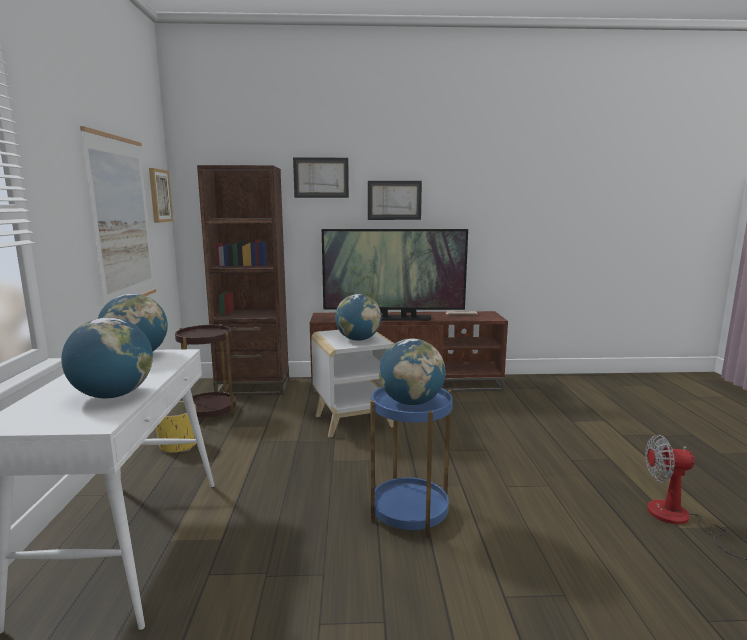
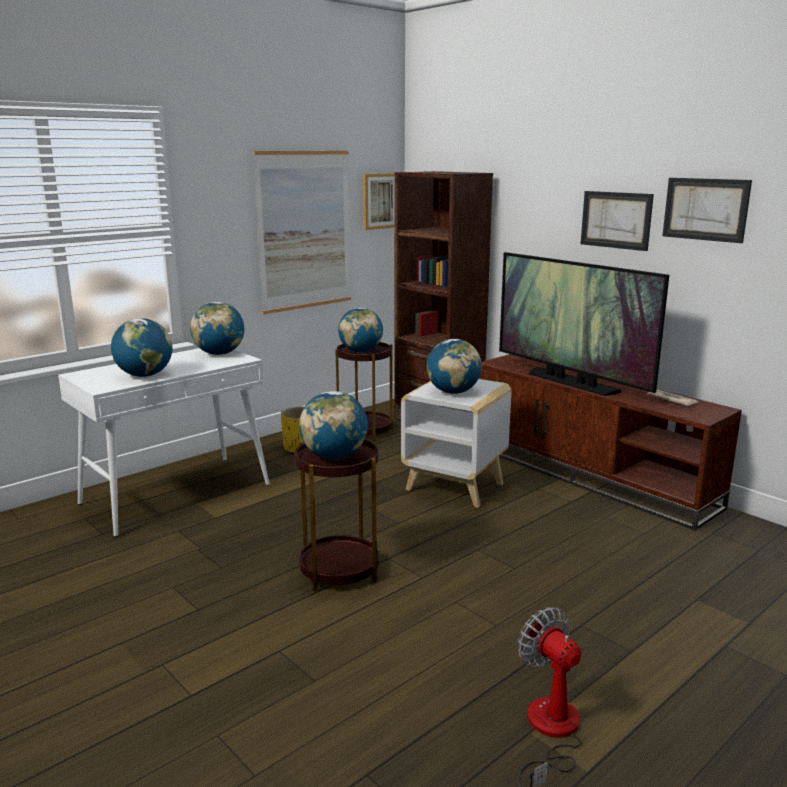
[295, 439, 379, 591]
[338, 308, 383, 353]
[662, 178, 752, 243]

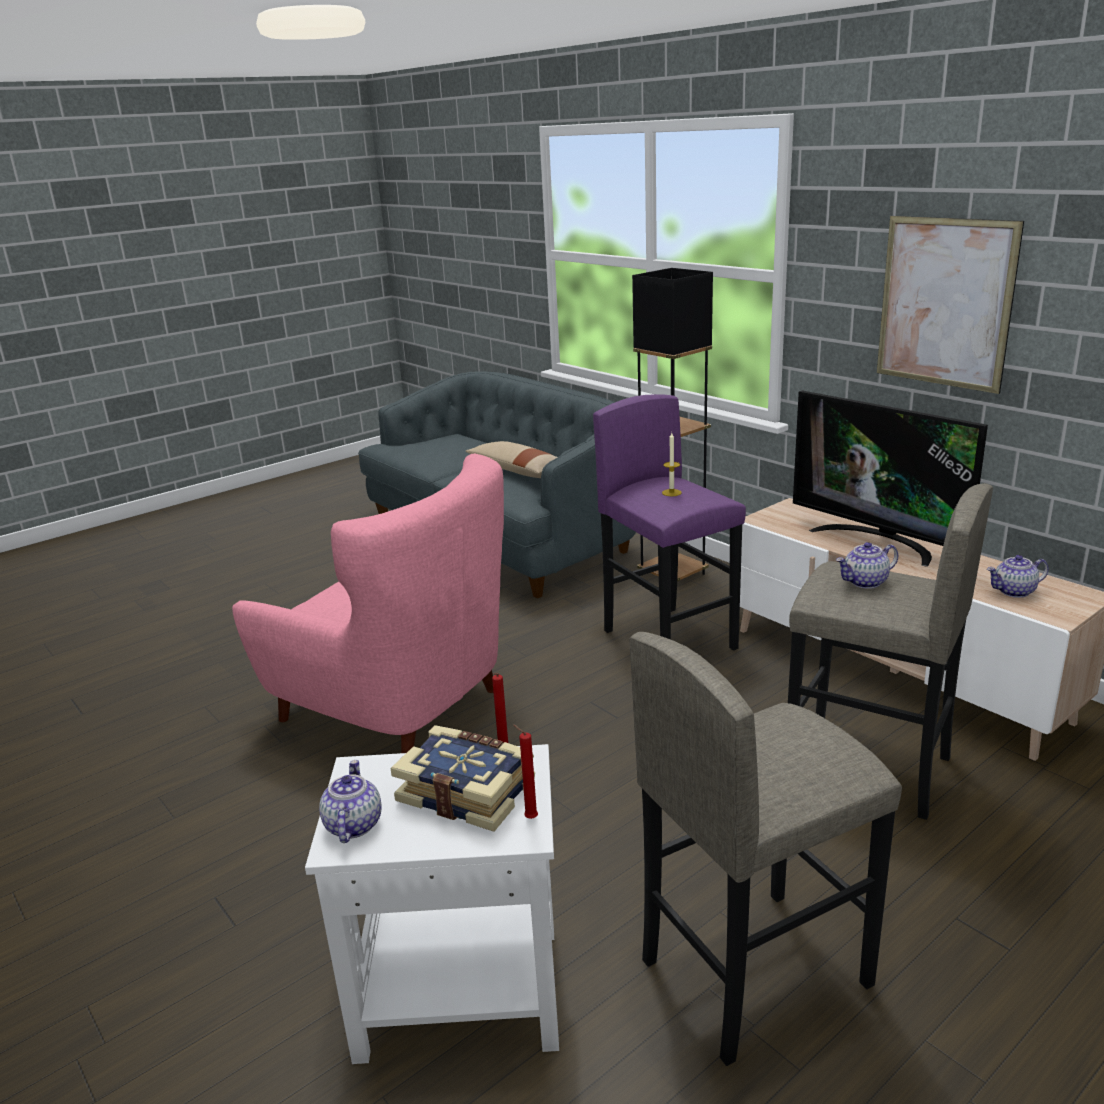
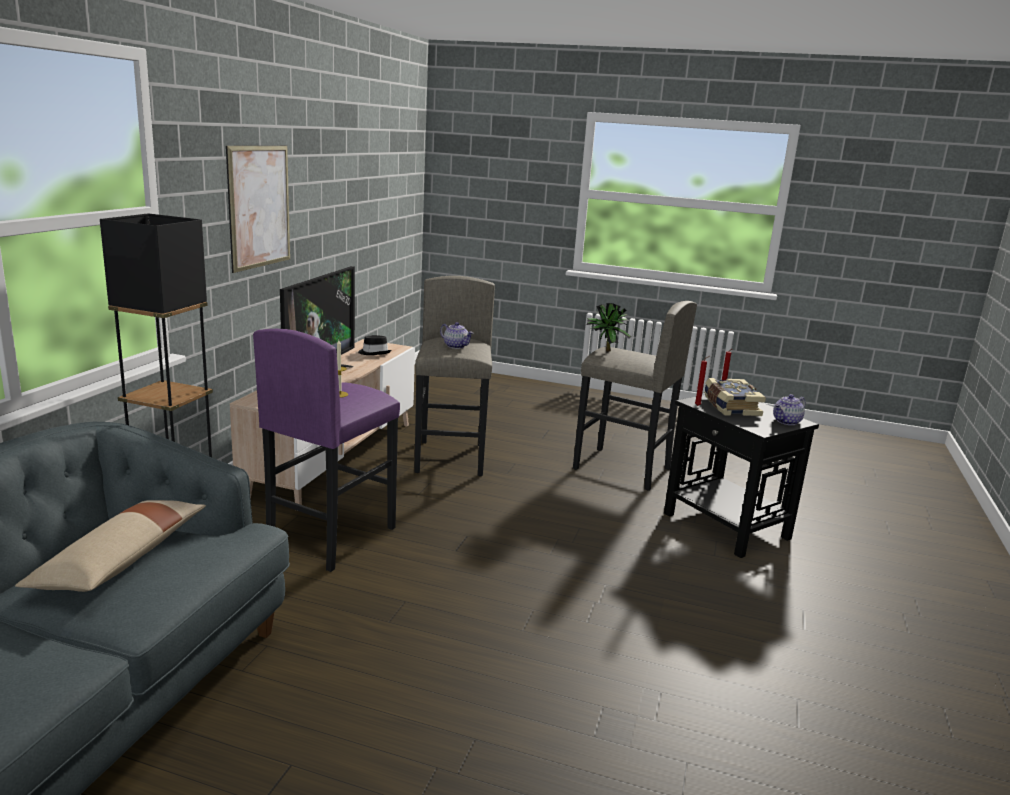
[358, 335, 391, 355]
[586, 303, 631, 352]
[664, 395, 819, 558]
[232, 453, 504, 753] (first image)

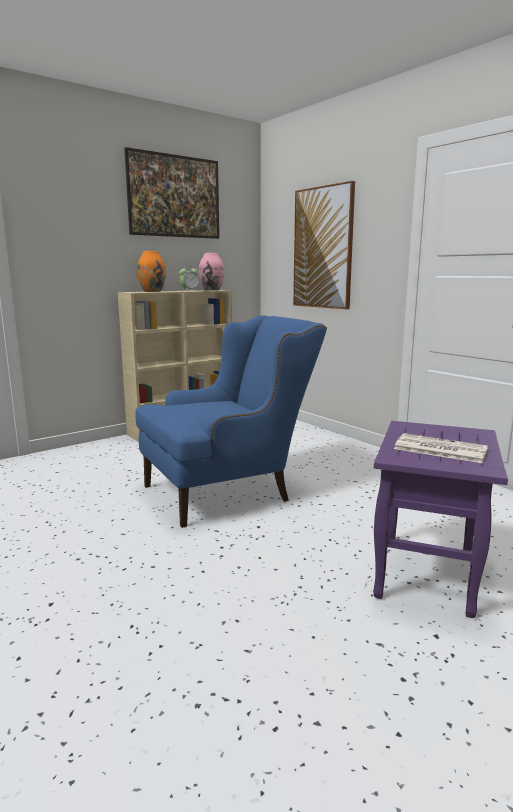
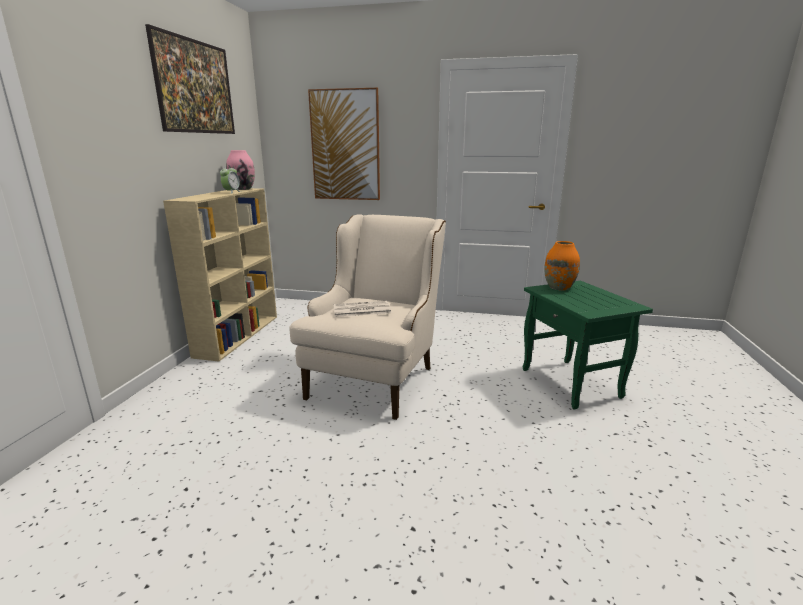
[289, 214, 446, 420]
[334, 301, 391, 317]
[523, 281, 653, 409]
[544, 241, 580, 291]

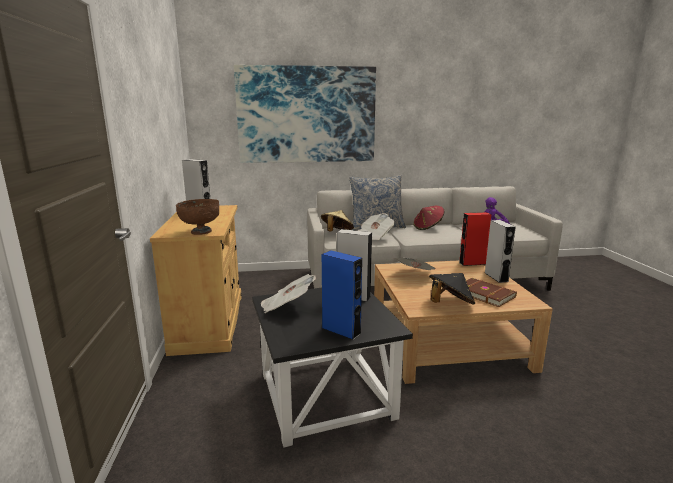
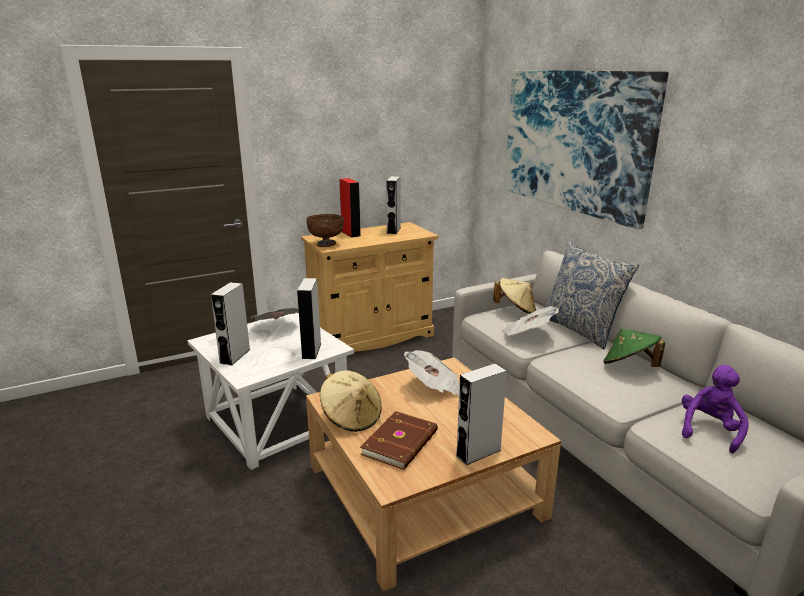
[187, 313, 354, 470]
[211, 282, 250, 366]
[320, 370, 382, 432]
[340, 178, 361, 238]
[603, 328, 665, 367]

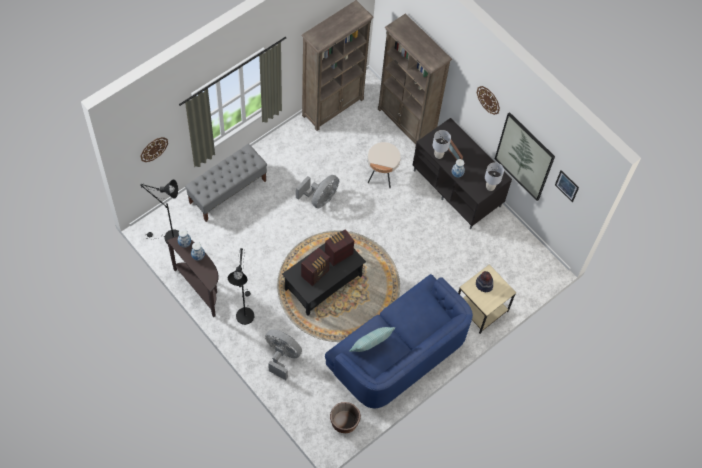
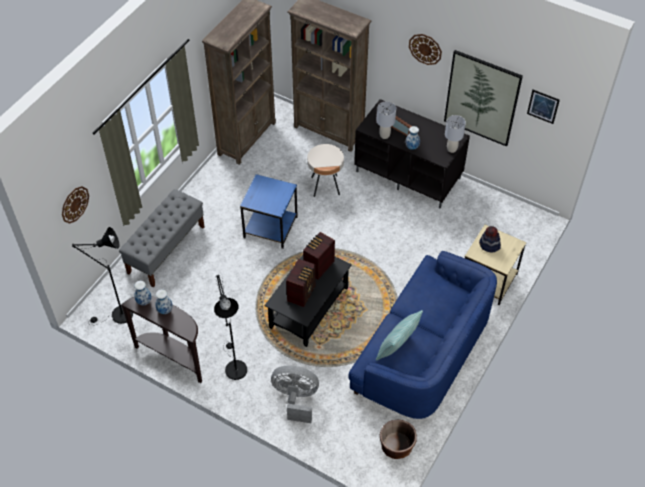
[240, 174, 298, 249]

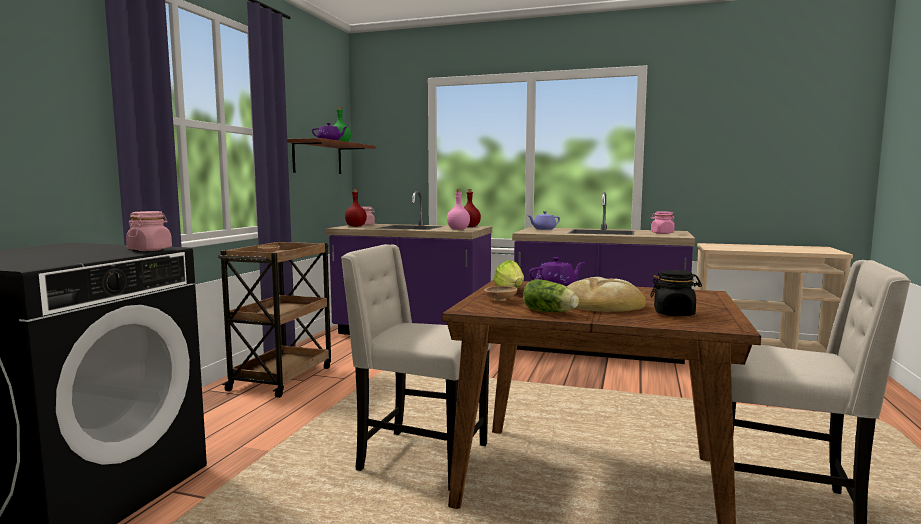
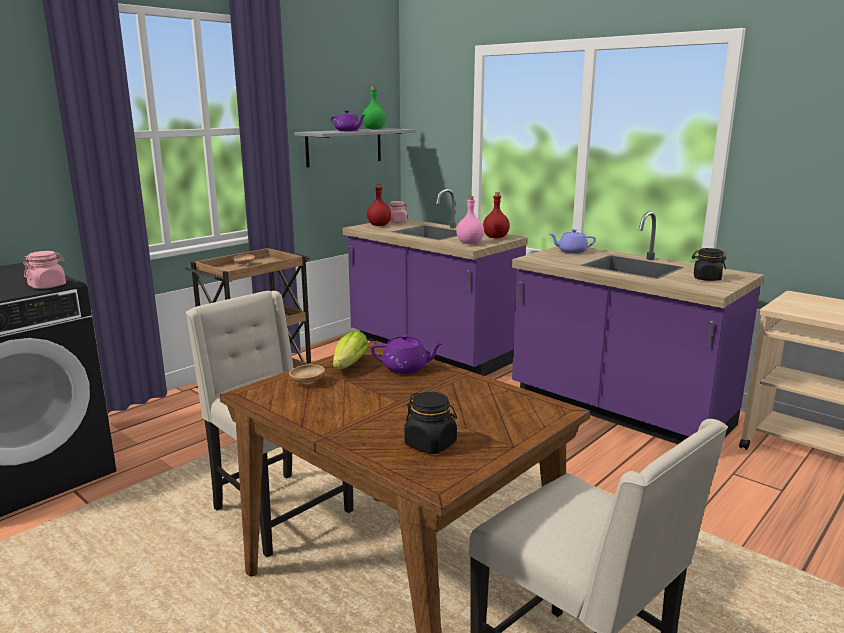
[294, 128, 416, 167]
[692, 248, 727, 281]
[523, 279, 579, 312] (first image)
[567, 277, 646, 312] (first image)

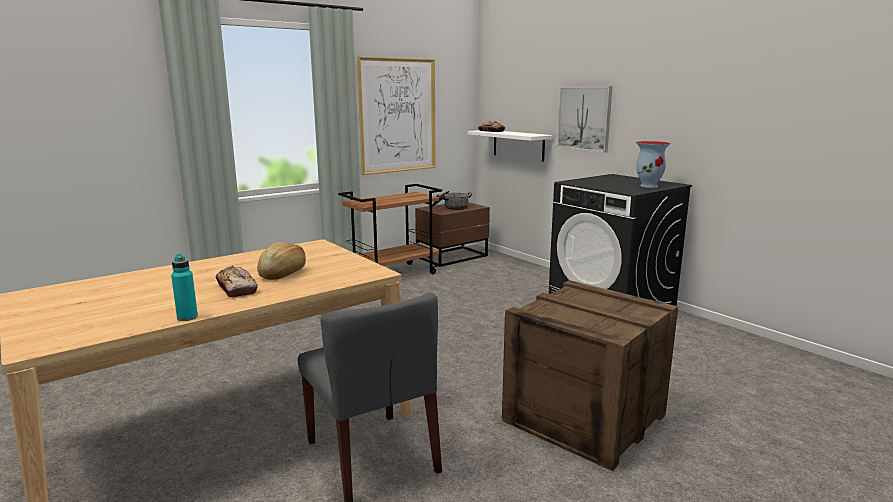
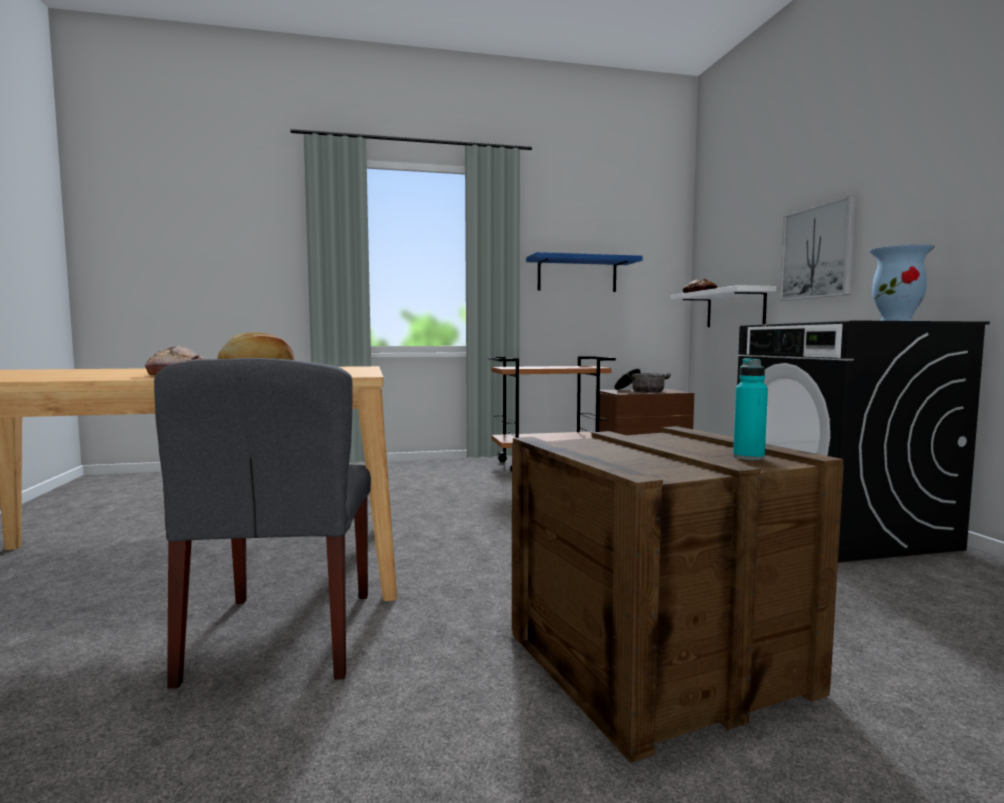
[526, 252, 642, 292]
[733, 358, 768, 460]

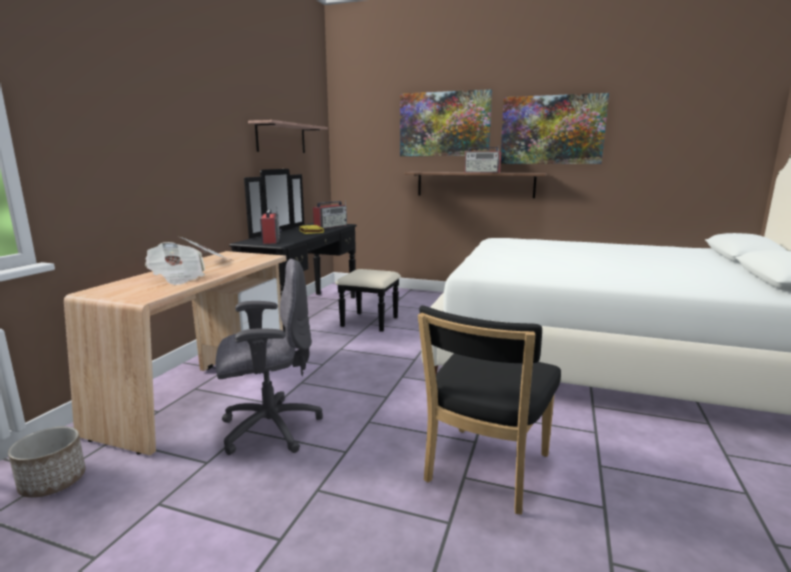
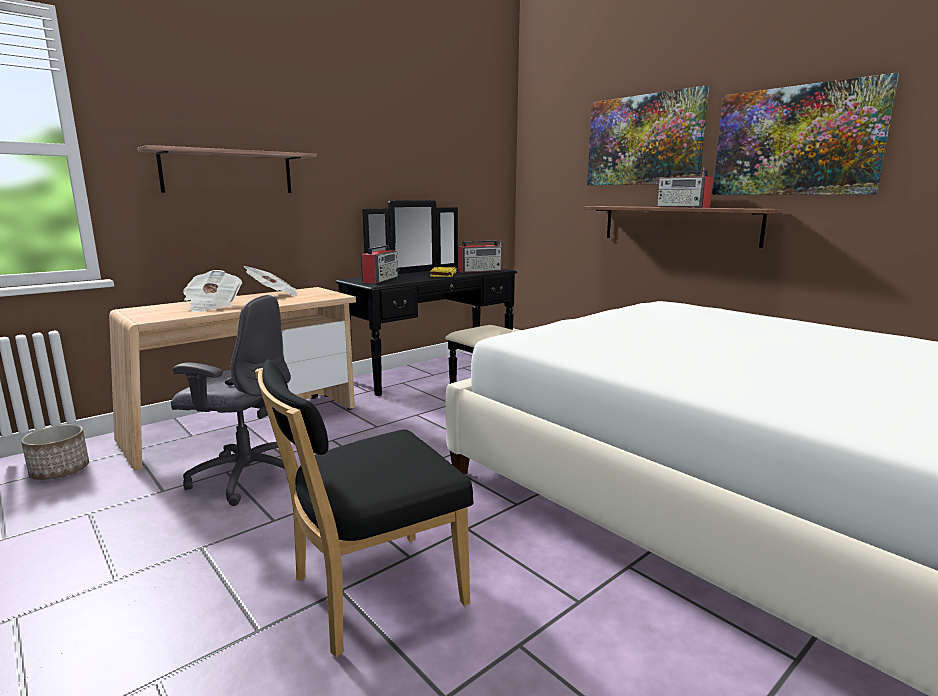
[137, 145, 317, 193]

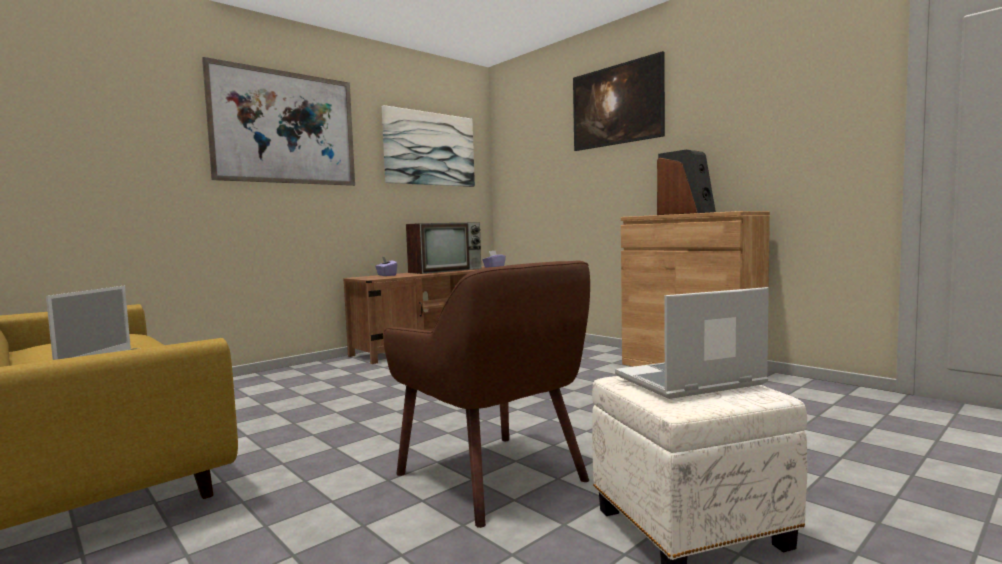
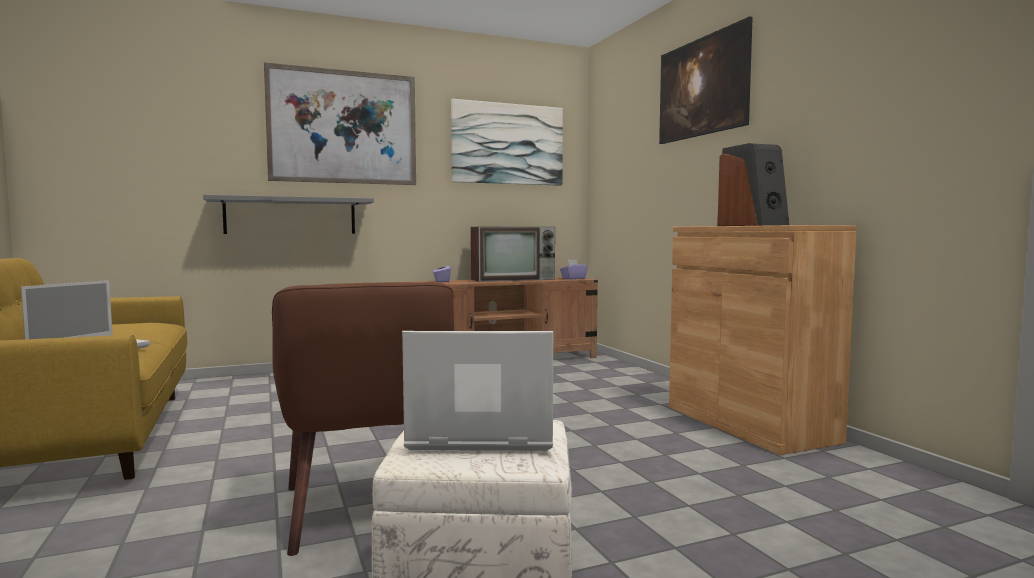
[203, 195, 374, 234]

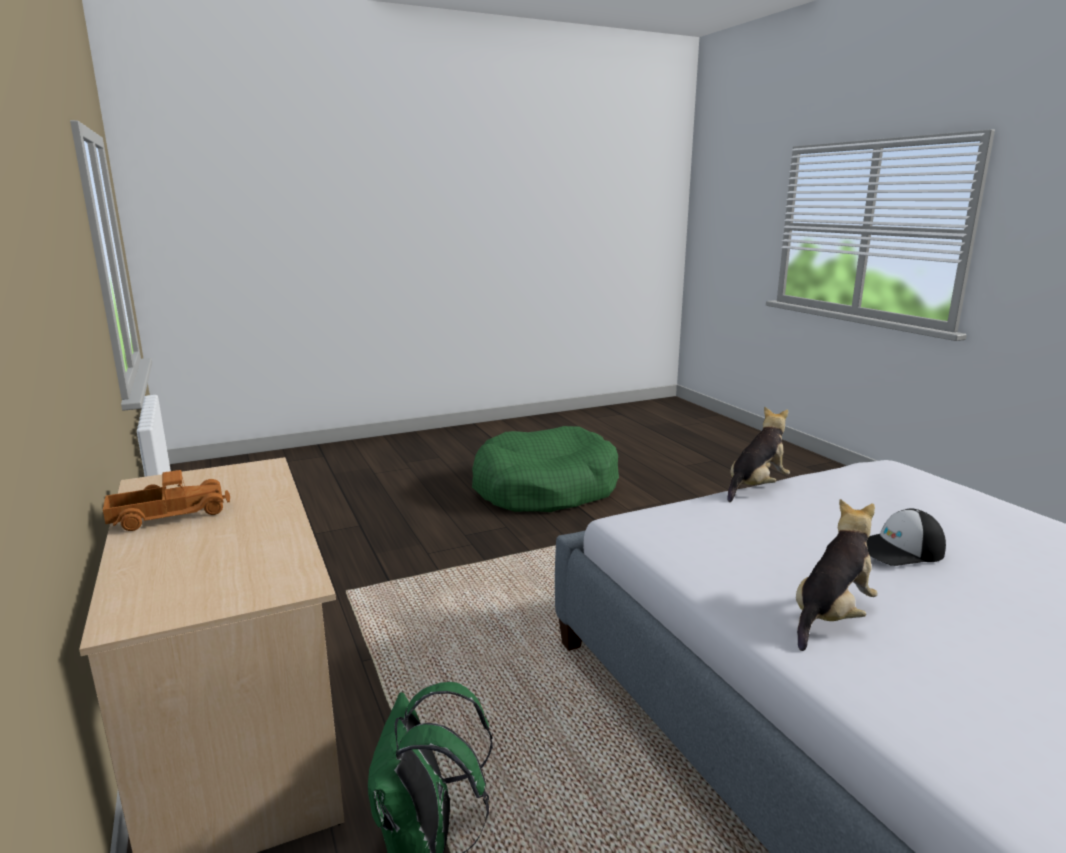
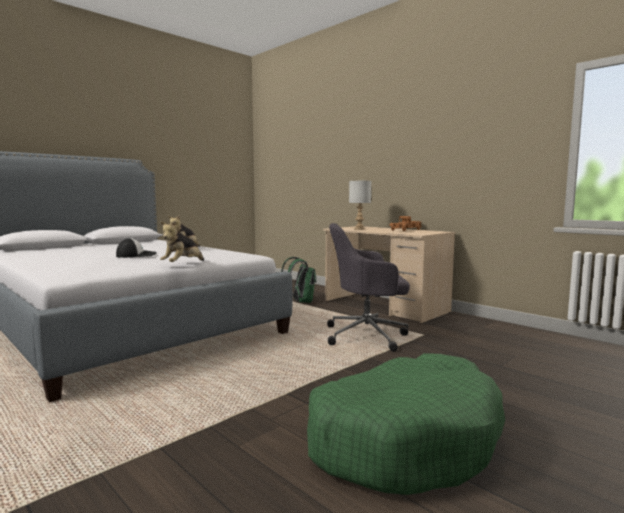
[327, 223, 410, 352]
[349, 181, 371, 230]

